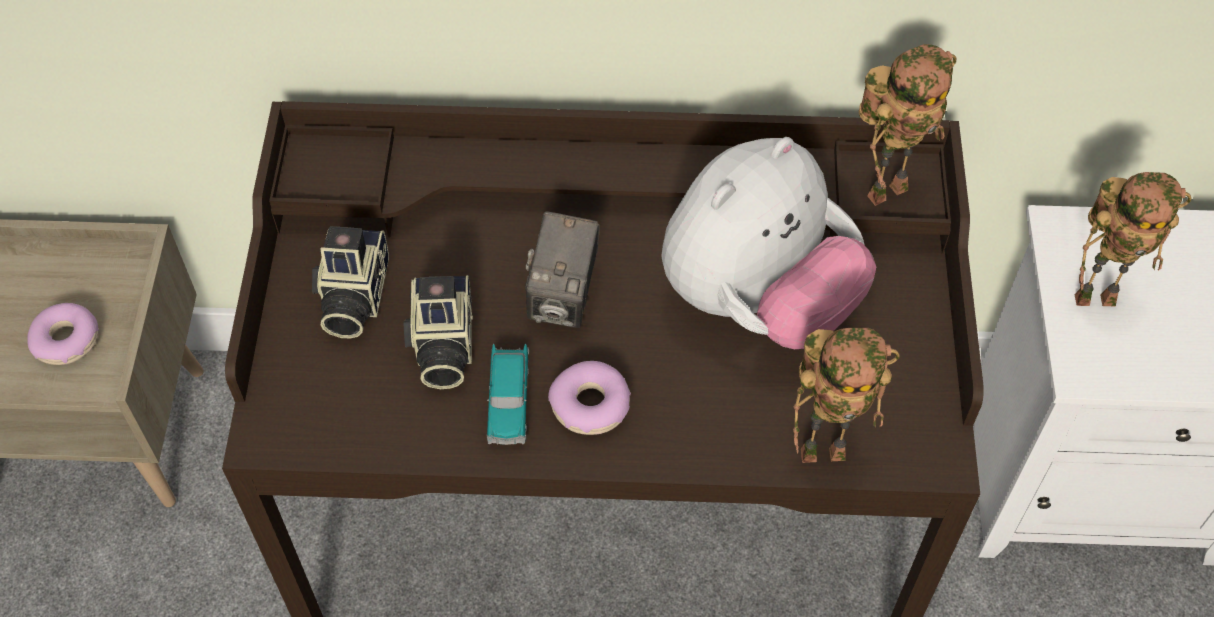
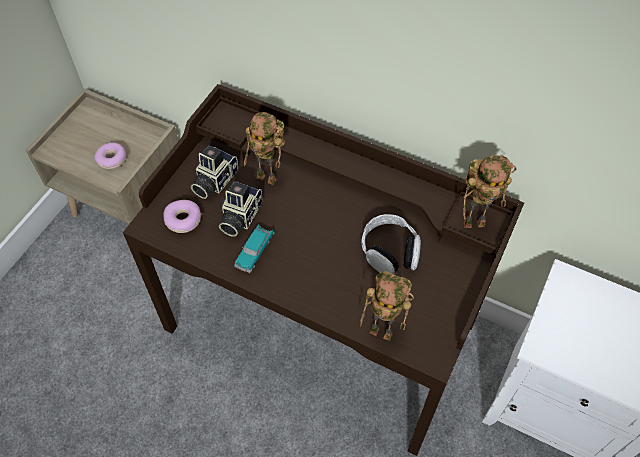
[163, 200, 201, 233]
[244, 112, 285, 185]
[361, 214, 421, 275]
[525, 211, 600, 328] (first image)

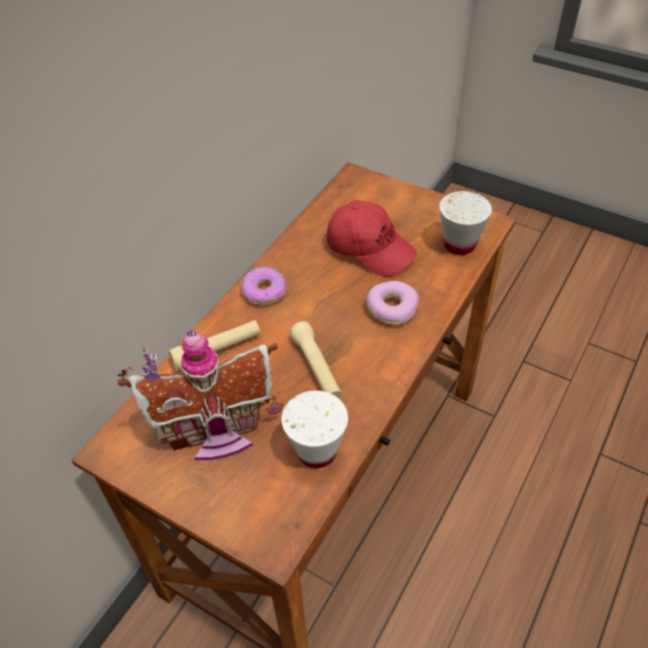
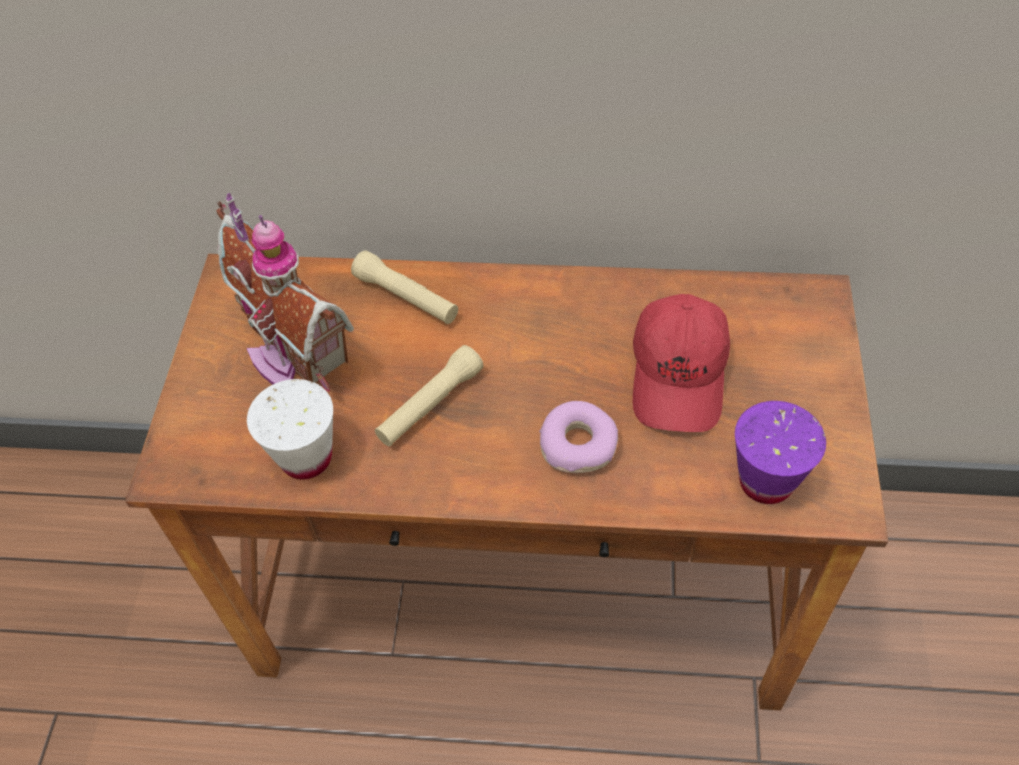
[735, 401, 826, 504]
[242, 267, 286, 305] (first image)

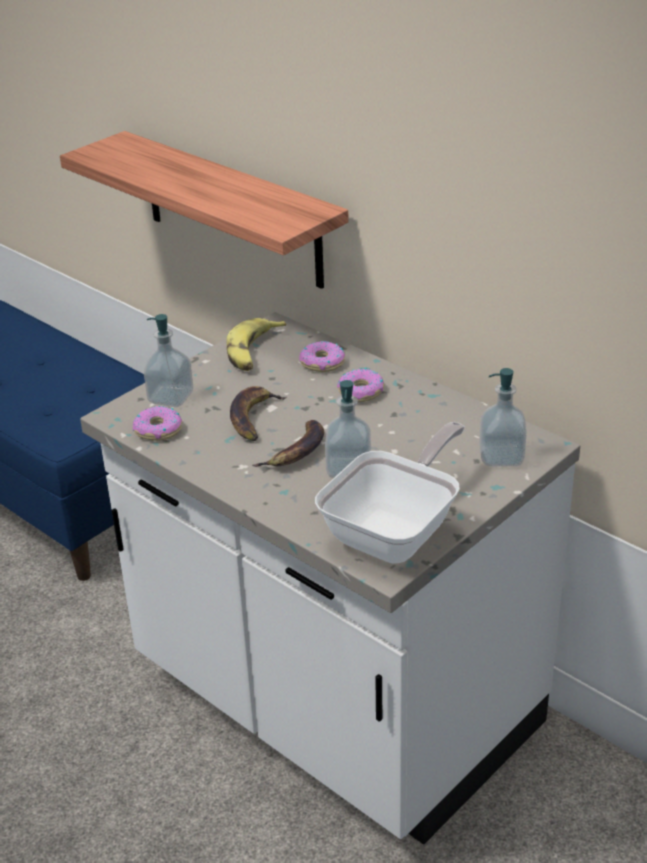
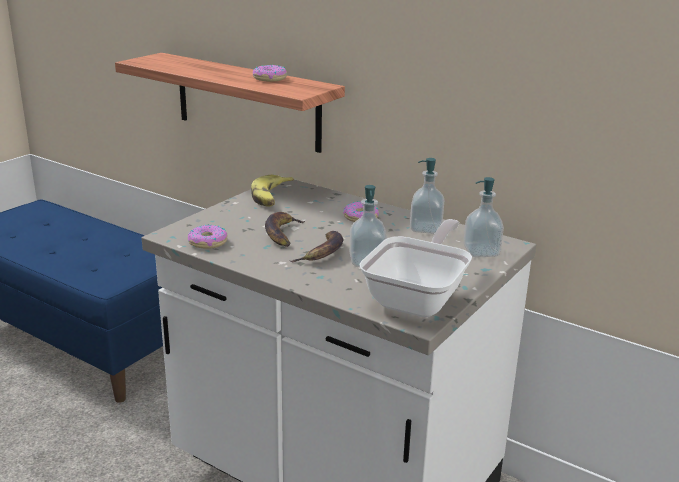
[253, 65, 287, 82]
[410, 158, 444, 234]

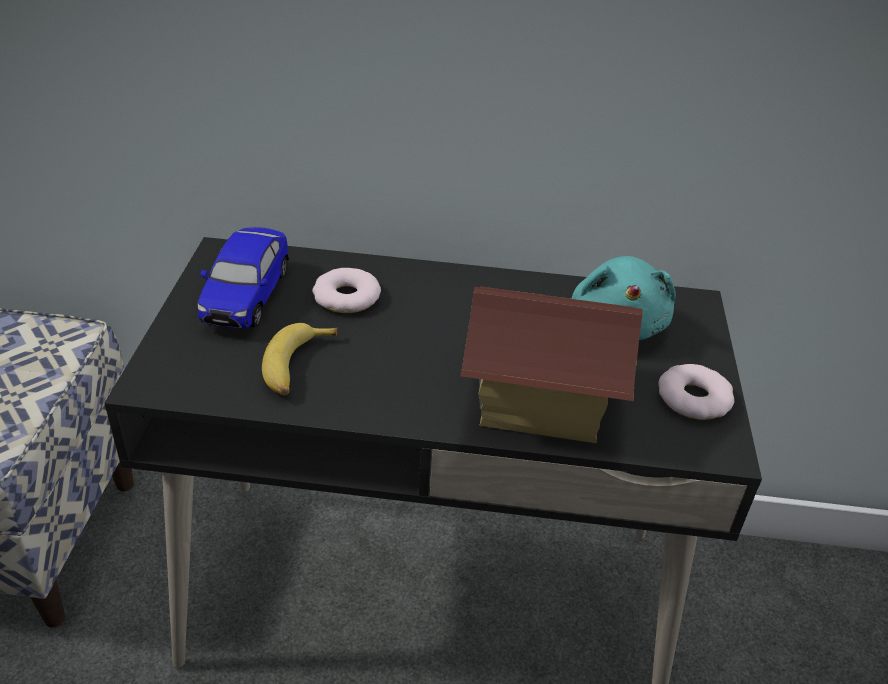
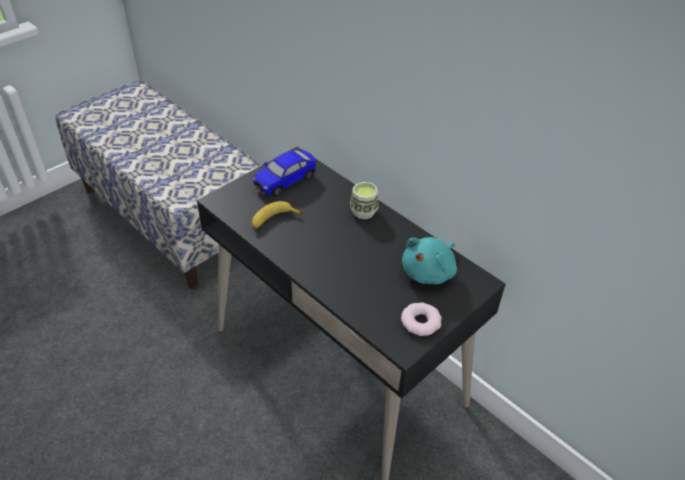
[350, 182, 379, 219]
[312, 268, 381, 313] (first image)
[460, 287, 643, 443] (first image)

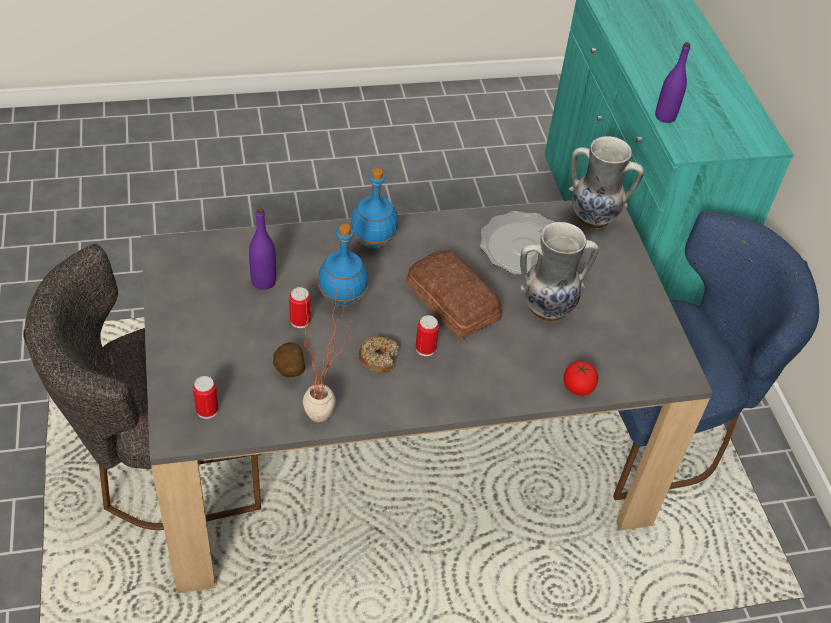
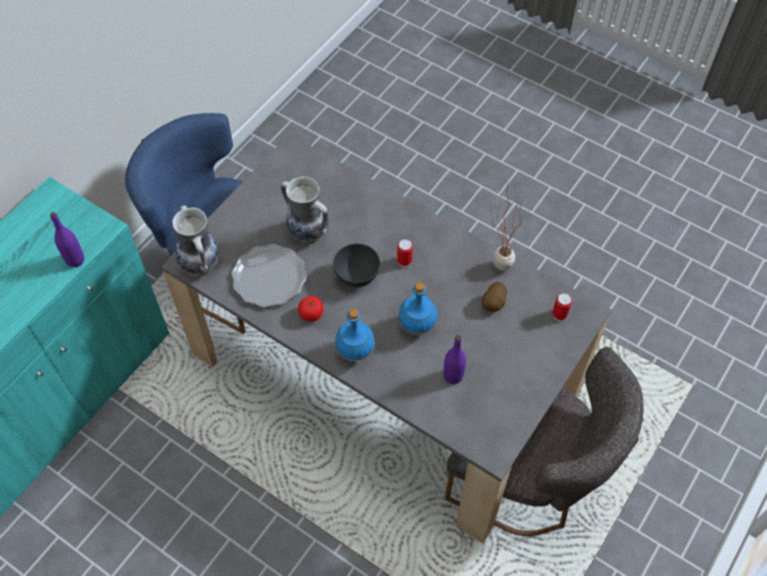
[298, 296, 323, 322]
[333, 243, 380, 287]
[289, 287, 311, 328] (first image)
[358, 336, 399, 373] (first image)

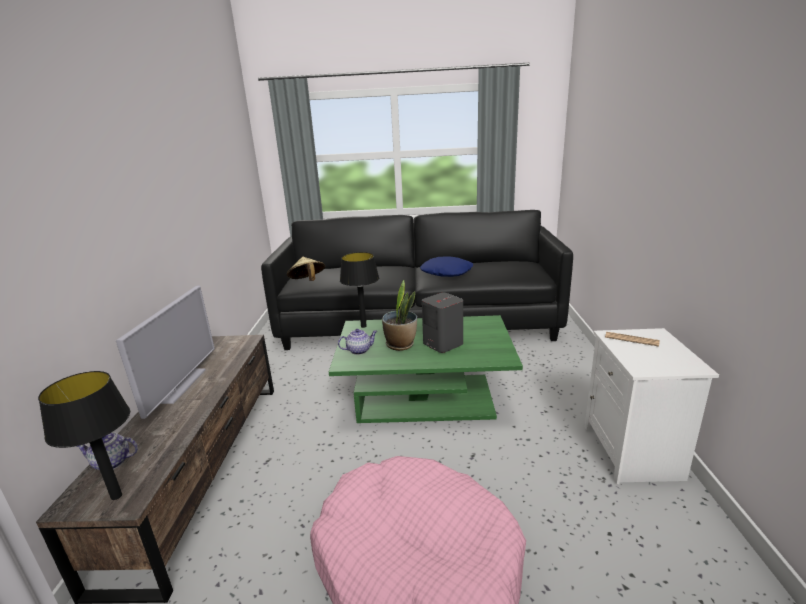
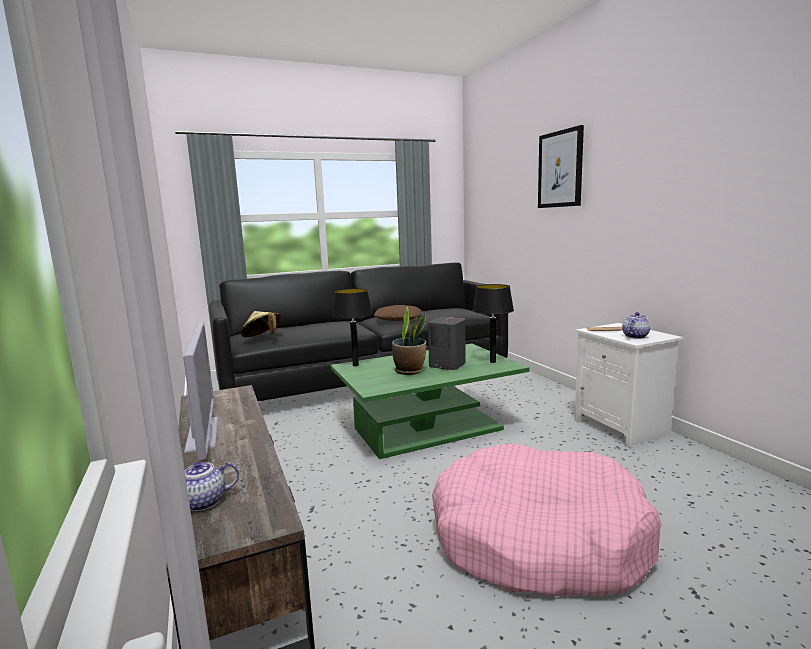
[374, 305, 422, 321]
[472, 284, 514, 363]
[538, 125, 584, 208]
[622, 312, 650, 339]

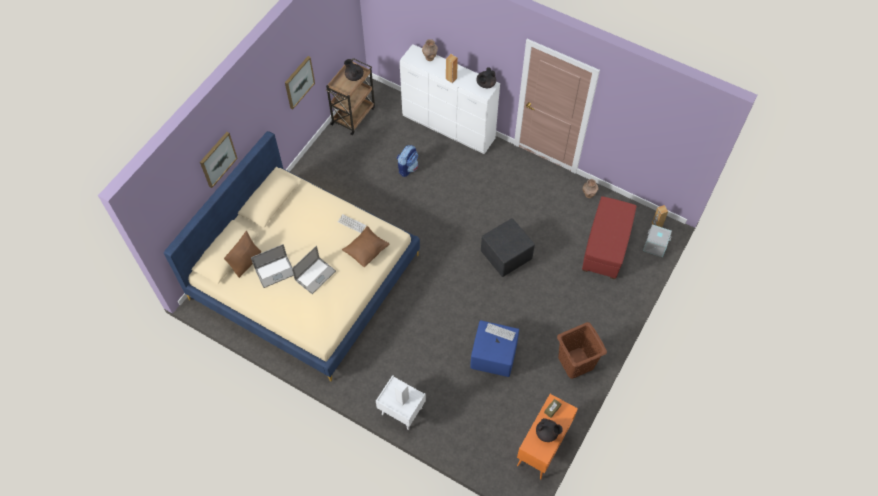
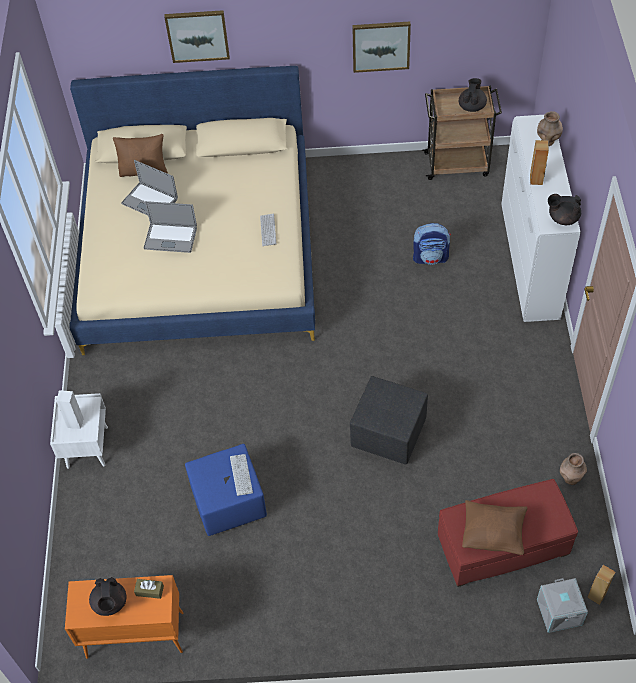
[462, 500, 527, 555]
[557, 322, 607, 379] (first image)

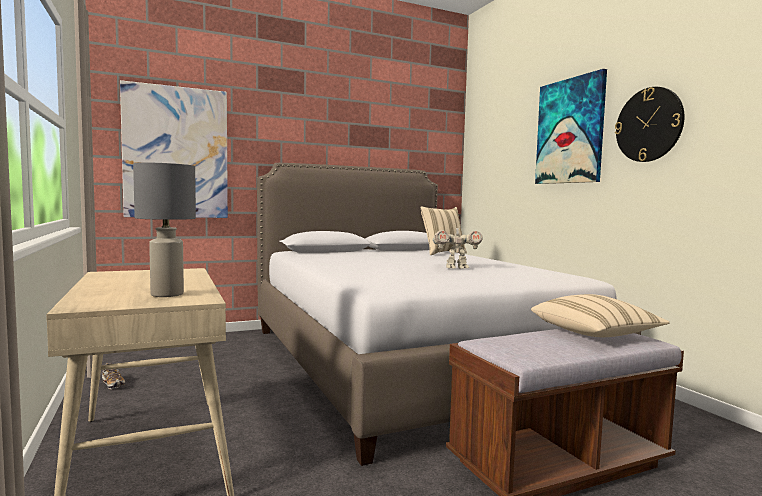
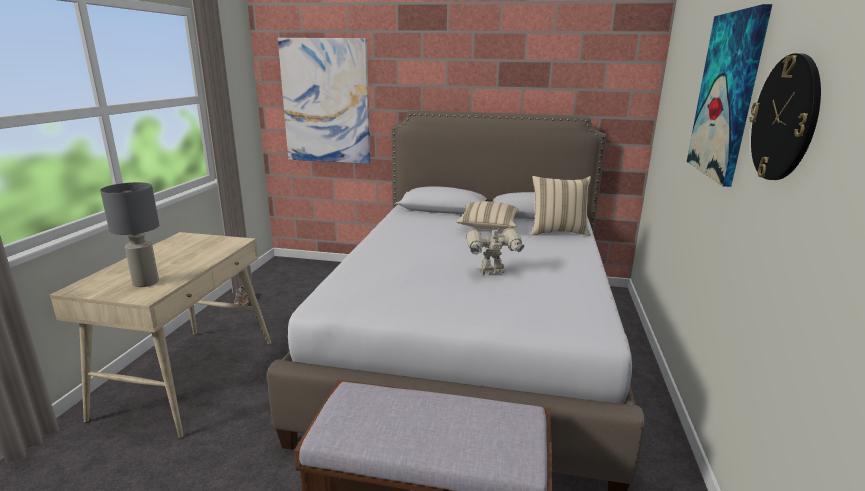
[456, 201, 519, 230]
[466, 225, 524, 275]

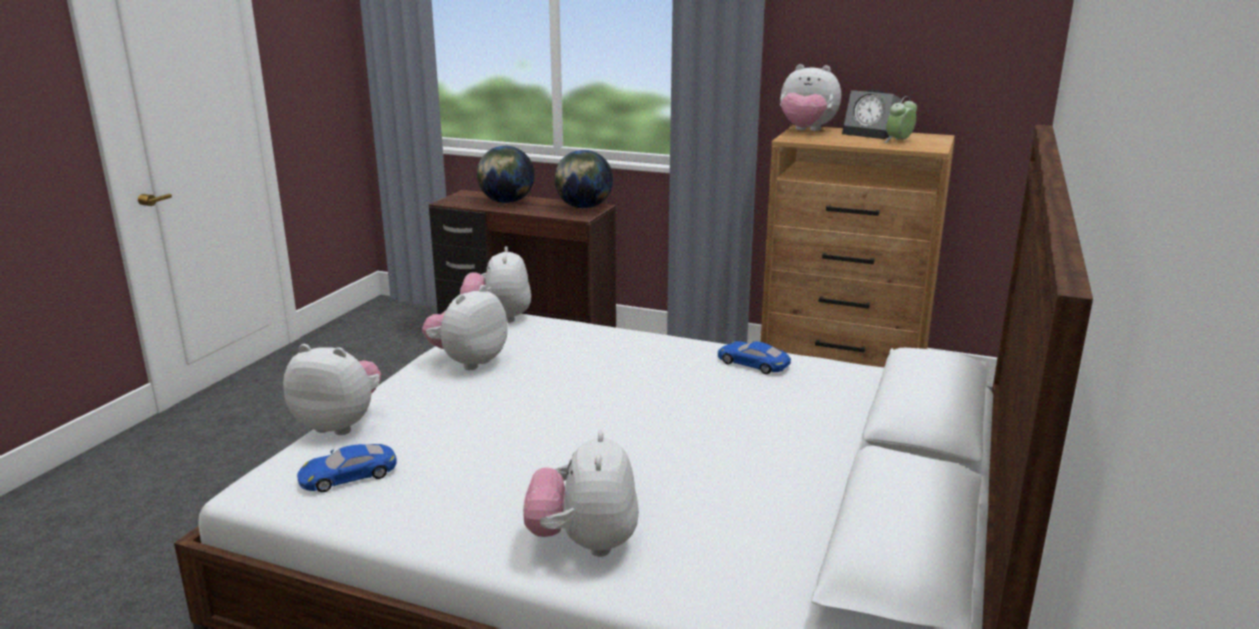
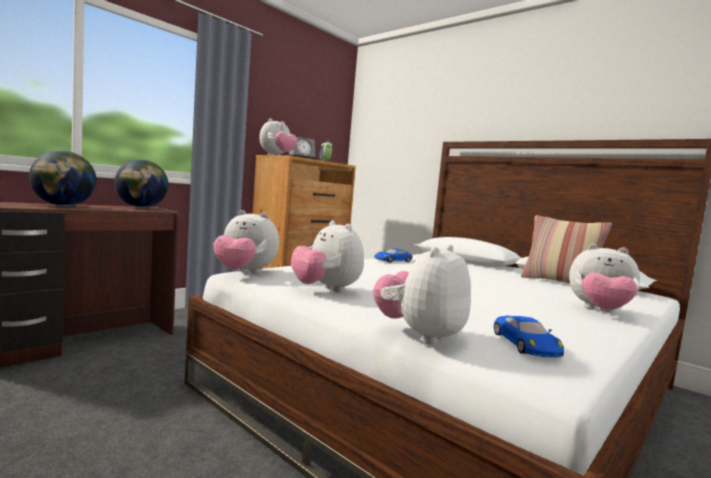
[521, 215, 612, 283]

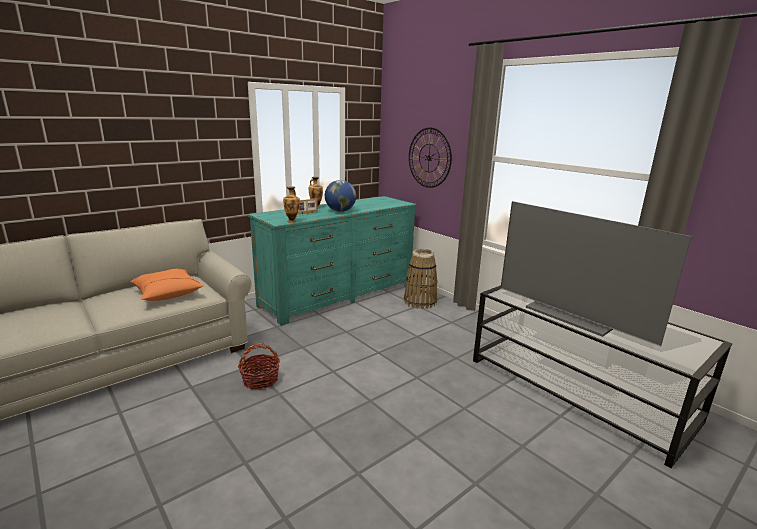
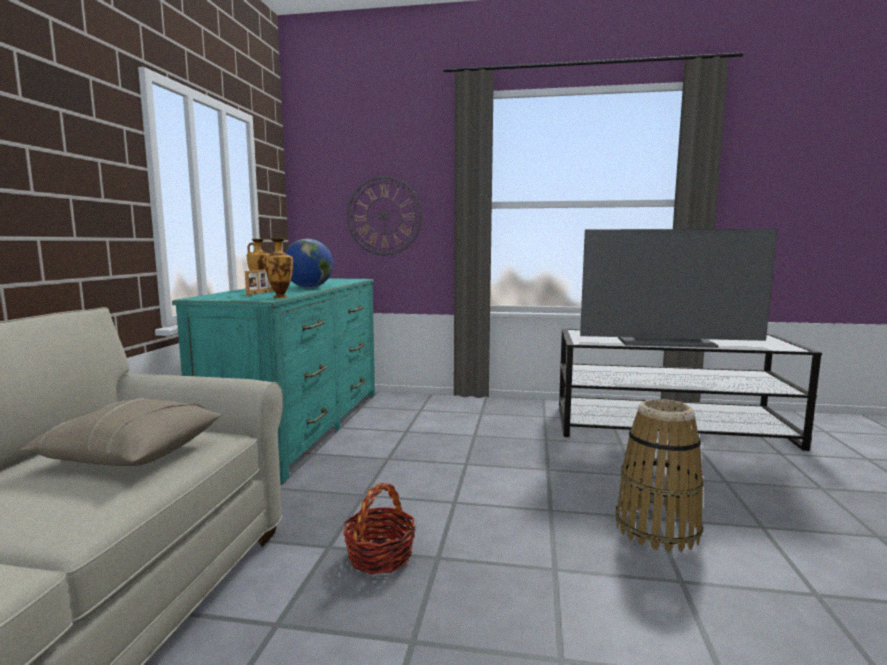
[20, 398, 221, 466]
[616, 399, 704, 552]

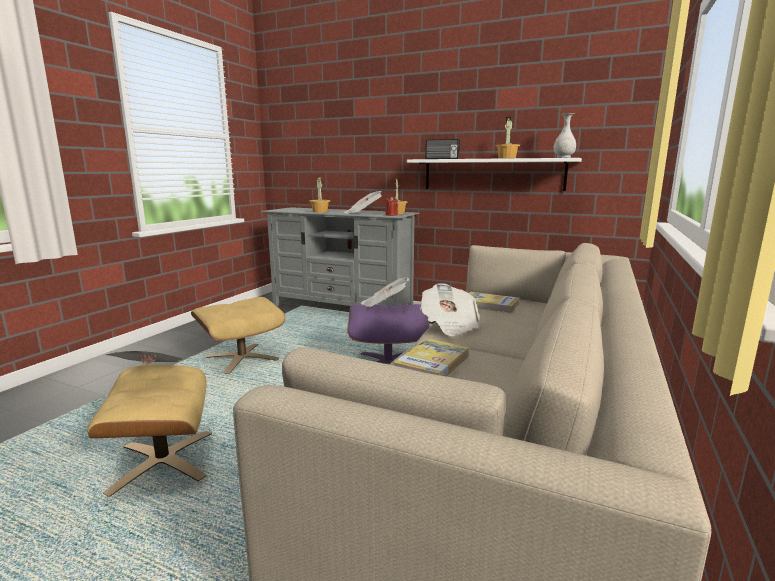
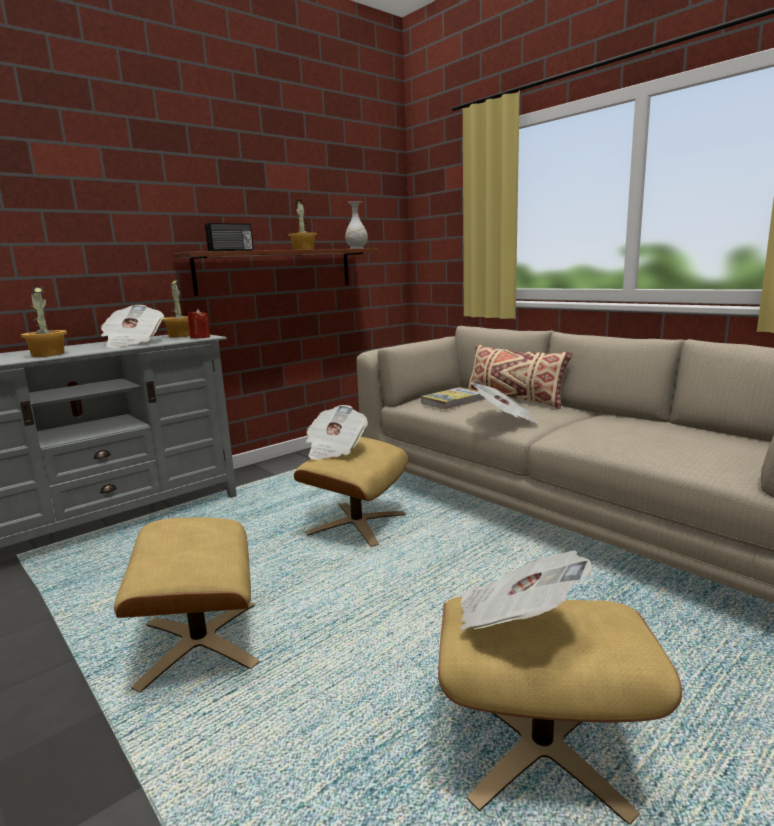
[174, 248, 377, 296]
[294, 437, 408, 547]
[468, 345, 572, 409]
[393, 339, 469, 377] (first image)

